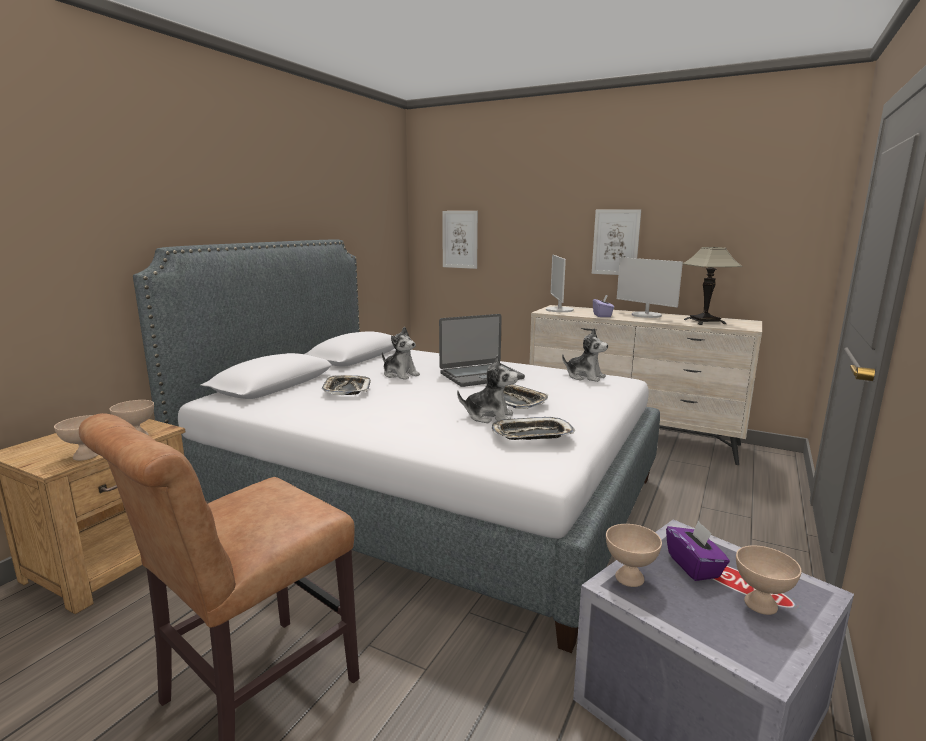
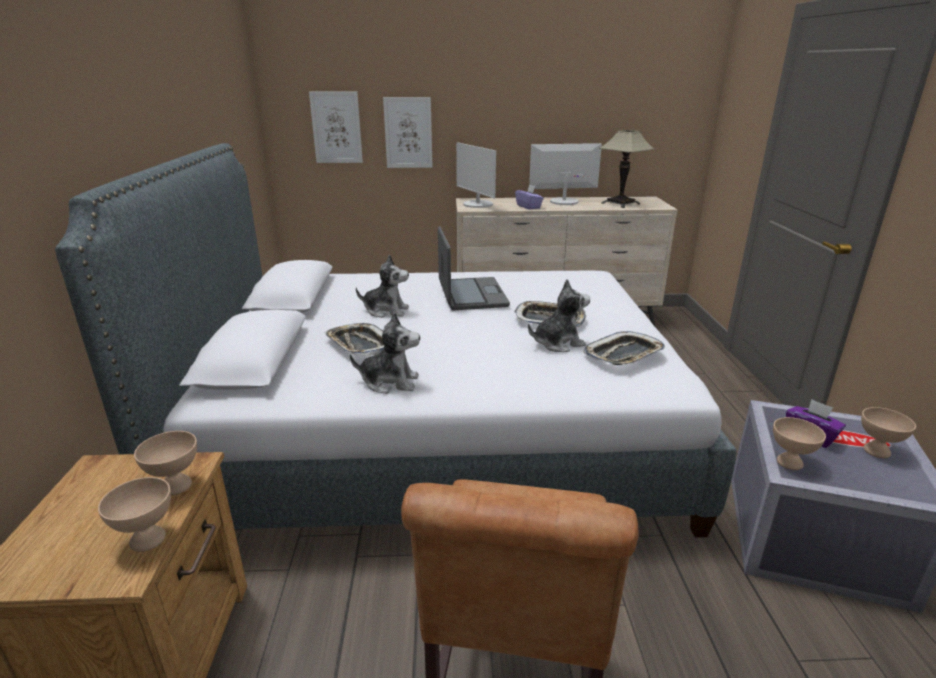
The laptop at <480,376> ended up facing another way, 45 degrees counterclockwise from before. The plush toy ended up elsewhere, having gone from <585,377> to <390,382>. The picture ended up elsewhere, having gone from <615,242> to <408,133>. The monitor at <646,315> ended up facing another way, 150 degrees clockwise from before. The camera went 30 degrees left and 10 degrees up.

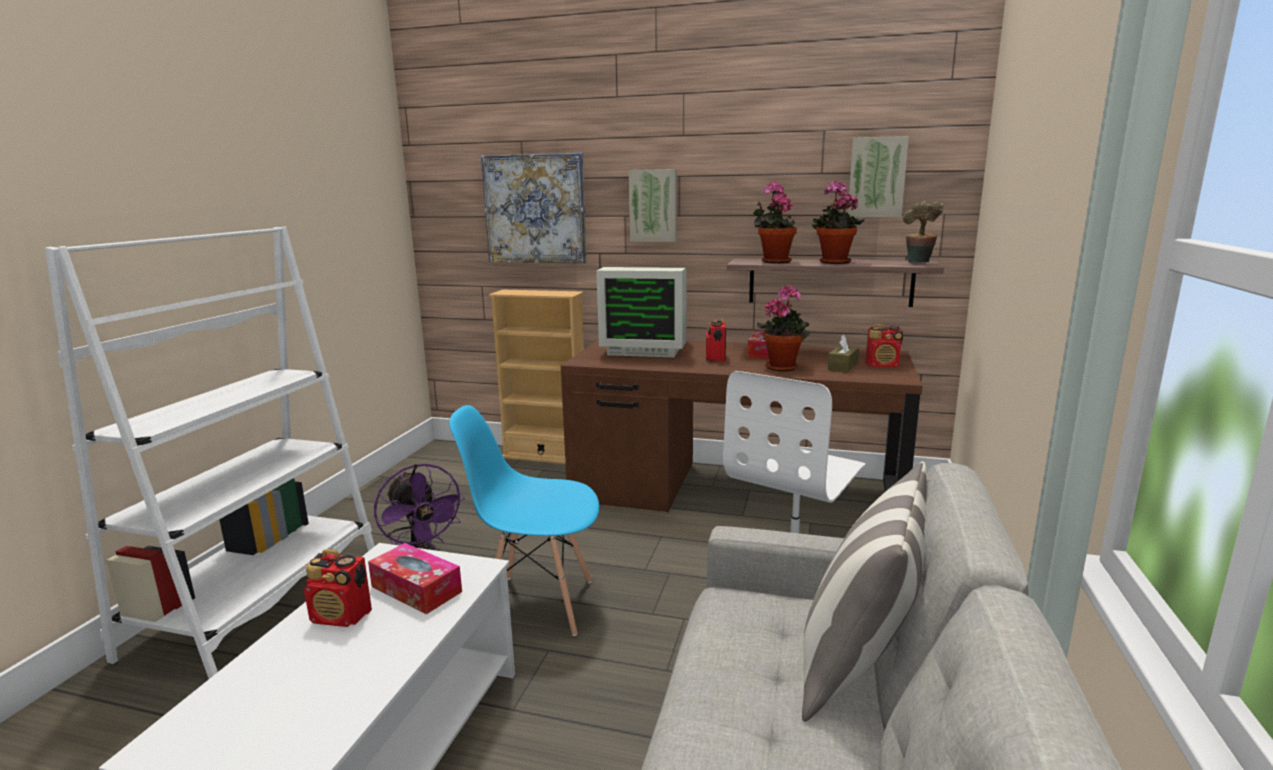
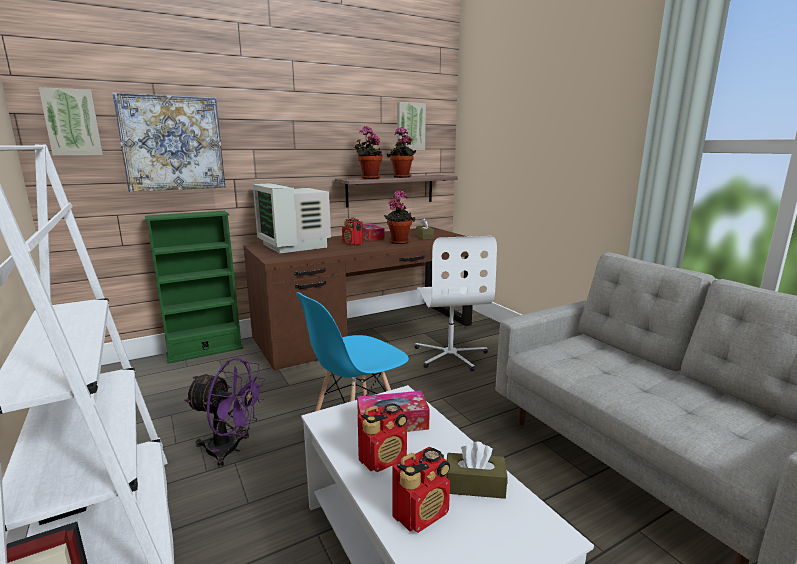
What was the beige bookcase at <546,456> turned into the green bookcase at <205,351>. The monitor at <646,348> ended up facing another way, 90 degrees clockwise from before. The picture ended up elsewhere, having gone from <653,205> to <72,122>. The second view lost the pillow at <859,664>. The radio ended up elsewhere, having gone from <883,365> to <421,514>. The second view lost the potted plant at <919,263>. The second view gained the brown tissue box at <475,485>. The camera went 45 degrees left and 0 degrees up.

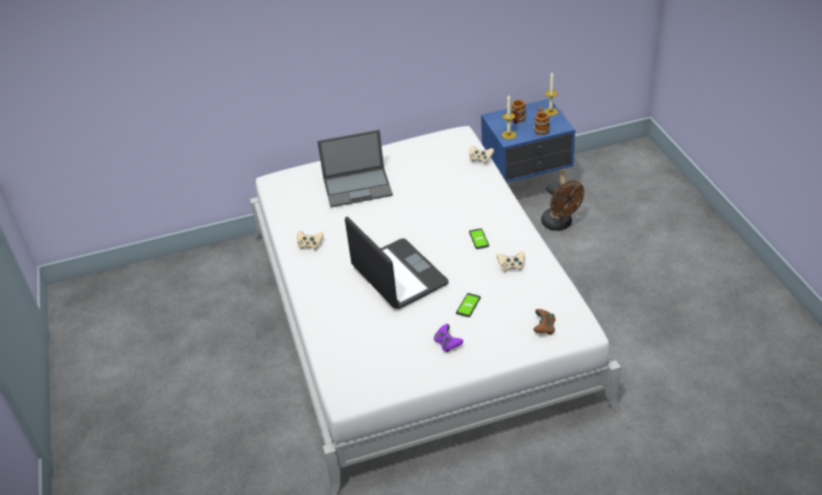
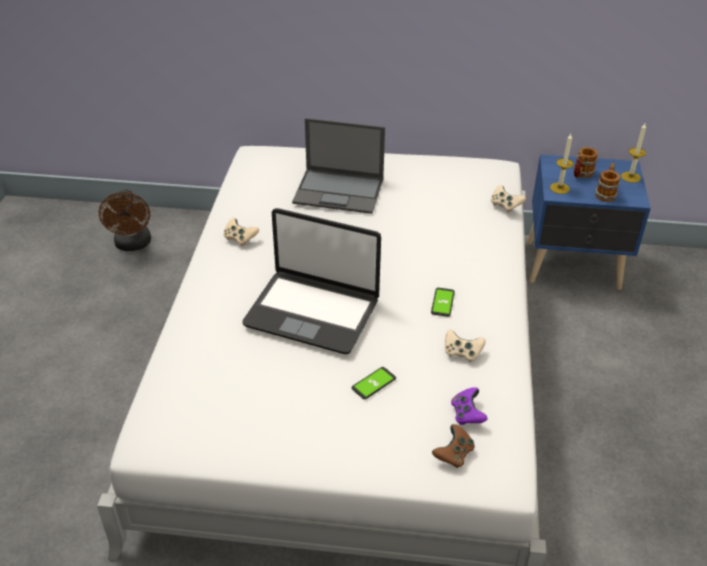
The laptop at <398,275> ended up facing another way, 120 degrees clockwise from before. The purple game controller ended up elsewhere, having gone from <447,344> to <467,414>. The brown fan ended up elsewhere, having gone from <560,224> to <133,245>. The camera went 20 degrees right and 0 degrees up.

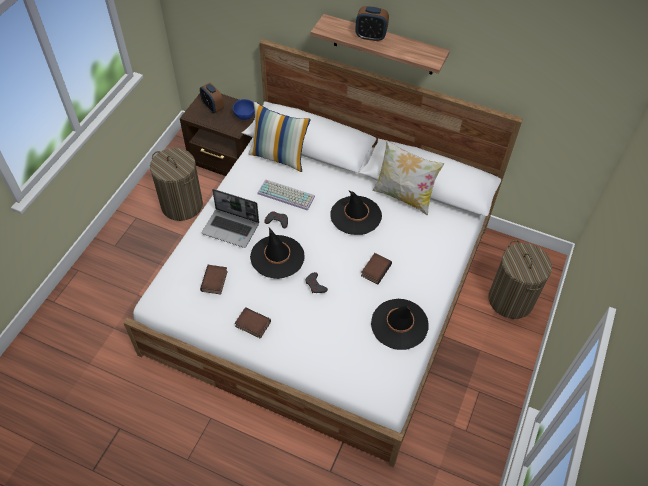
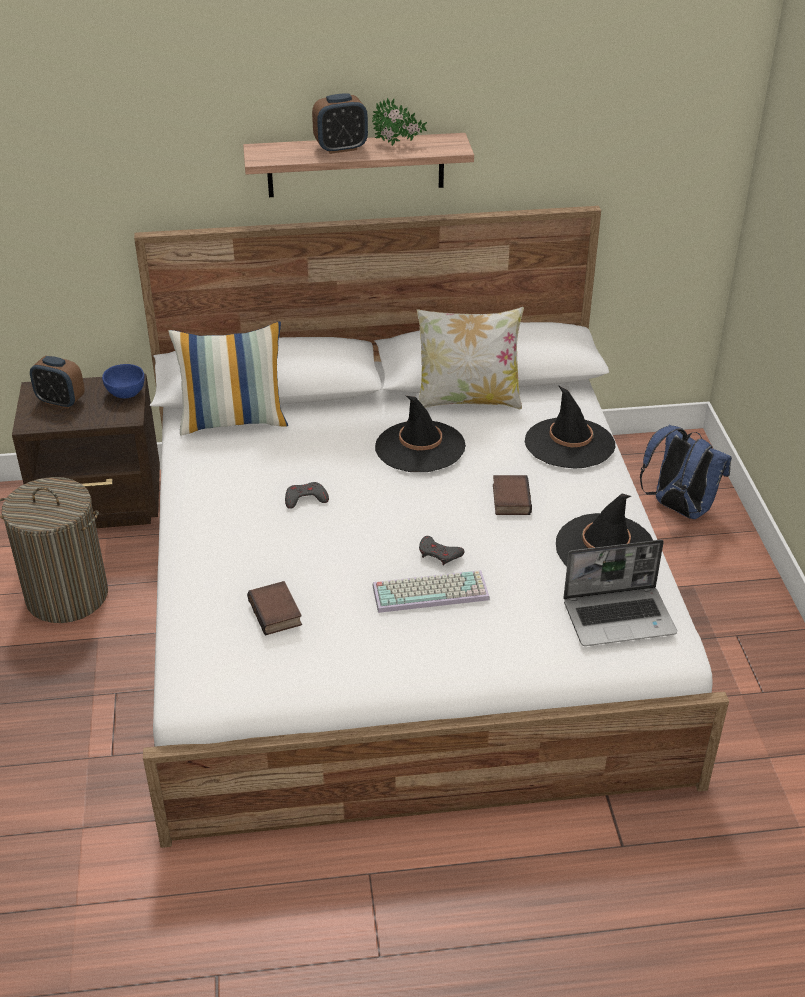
The laptop ended up elsewhere, having gone from <231,228> to <620,617>. The second view lost the book at <252,325>. The black hat ended up elsewhere, having gone from <277,257> to <569,443>. The keyboard ended up elsewhere, having gone from <287,194> to <431,591>. Where the laundry basket stood at <510,299>, the blue backpack came to stand at <678,508>. The second view gained the potted plant at <398,144>. The camera went 30 degrees left and 15 degrees down.

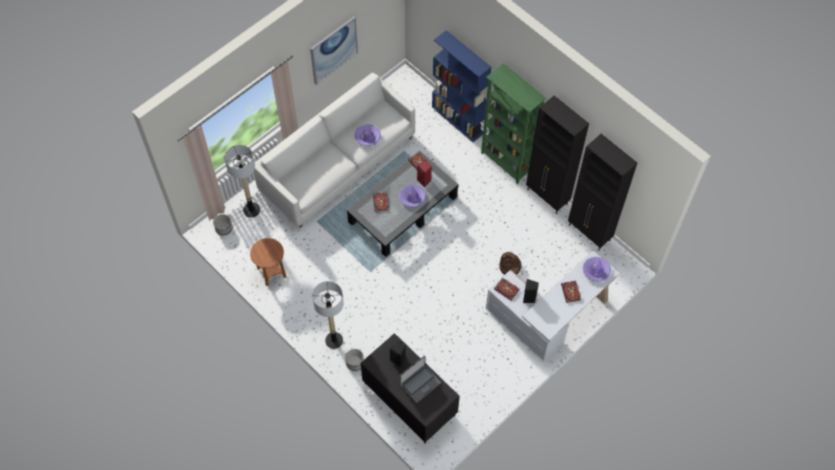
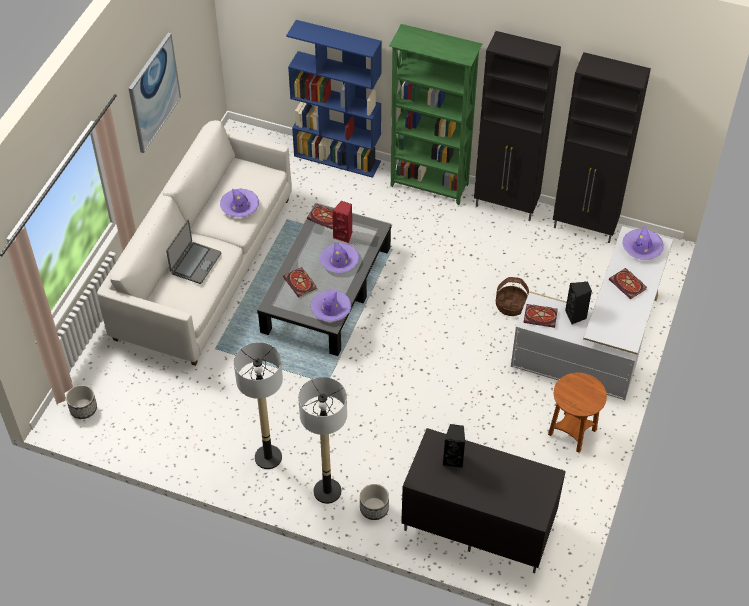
The floor lamp ended up elsewhere, having gone from <251,210> to <268,457>. The brown side table ended up elsewhere, having gone from <271,272> to <572,432>. The laptop ended up elsewhere, having gone from <420,383> to <195,263>. The second view gained the purple hat at <331,309>. The camera went 25 degrees left and 10 degrees down.

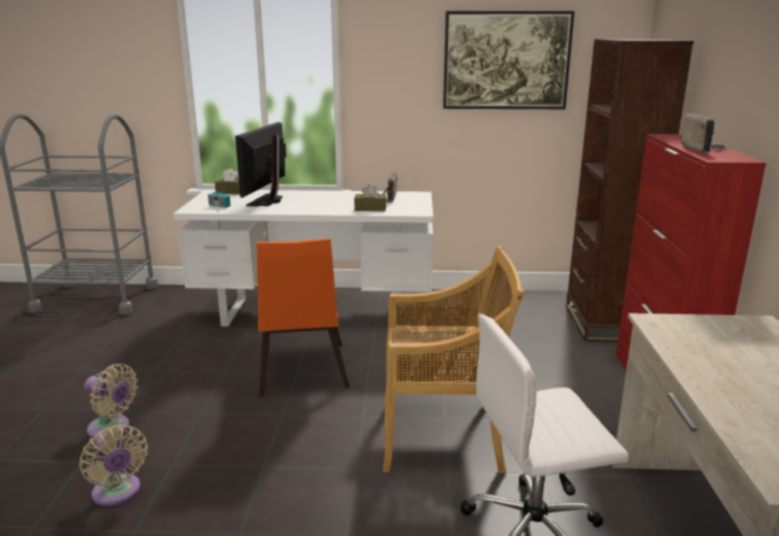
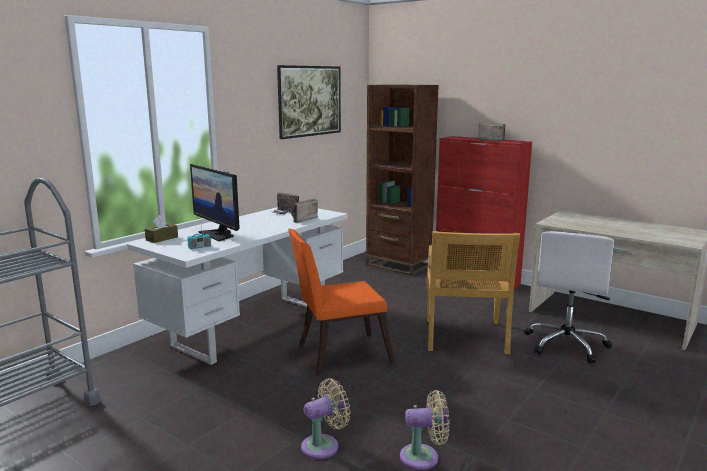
The orange chair at <301,373> ended up facing another way, 135 degrees clockwise from before. Where the brown tissue box stood at <370,209>, the radio came to stand at <302,219>. The beige chair at <443,436> ended up facing another way, 150 degrees clockwise from before. The camera went 55 degrees left and 5 degrees down.

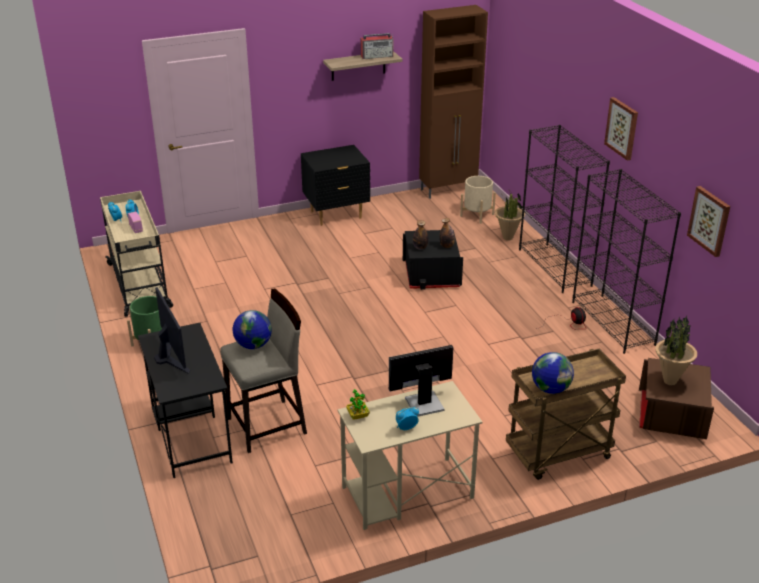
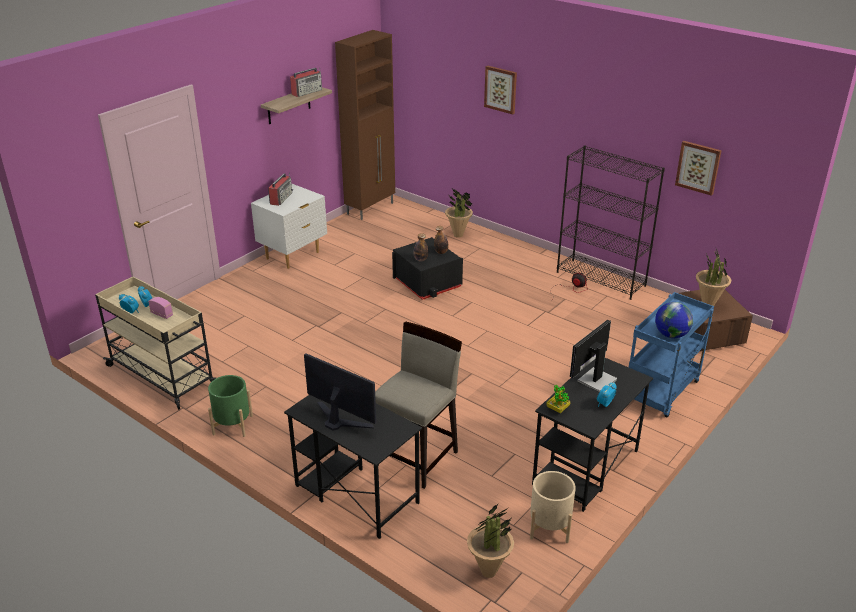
The second view lost the globe at <253,345>. What was the black nightstand at <336,215> turned into the white nightstand at <293,255>. What was the beige desk at <406,493> turned into the black desk at <585,468>. The beige planter ended up elsewhere, having gone from <477,215> to <549,527>. What was the brown cart at <558,455> turned into the blue cart at <662,393>. The second view lost the black bookcase at <555,268>. The picture ended up elsewhere, having gone from <622,128> to <501,89>. The second view gained the radio at <281,198>. The second view gained the potted plant at <488,571>. The camera went 30 degrees left and 0 degrees up.

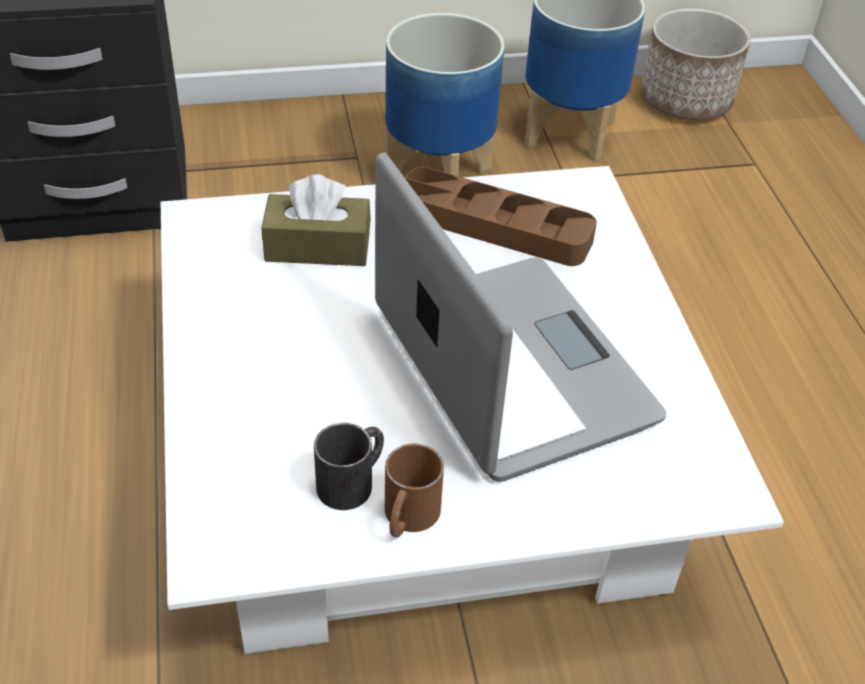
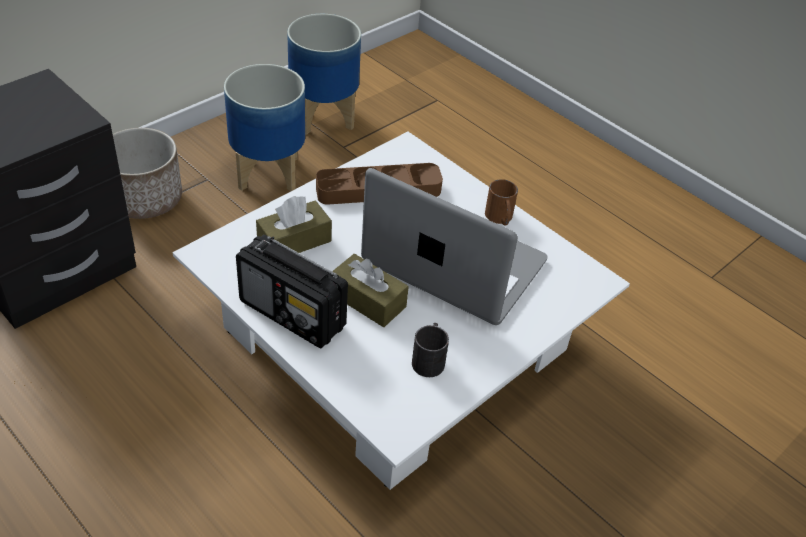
The brown mug ended up elsewhere, having gone from <407,518> to <500,218>. The planter ended up elsewhere, having gone from <686,101> to <145,199>. The second view gained the radio at <293,315>. The second view gained the brown tissue box at <368,300>. The camera went 35 degrees left and 0 degrees up.

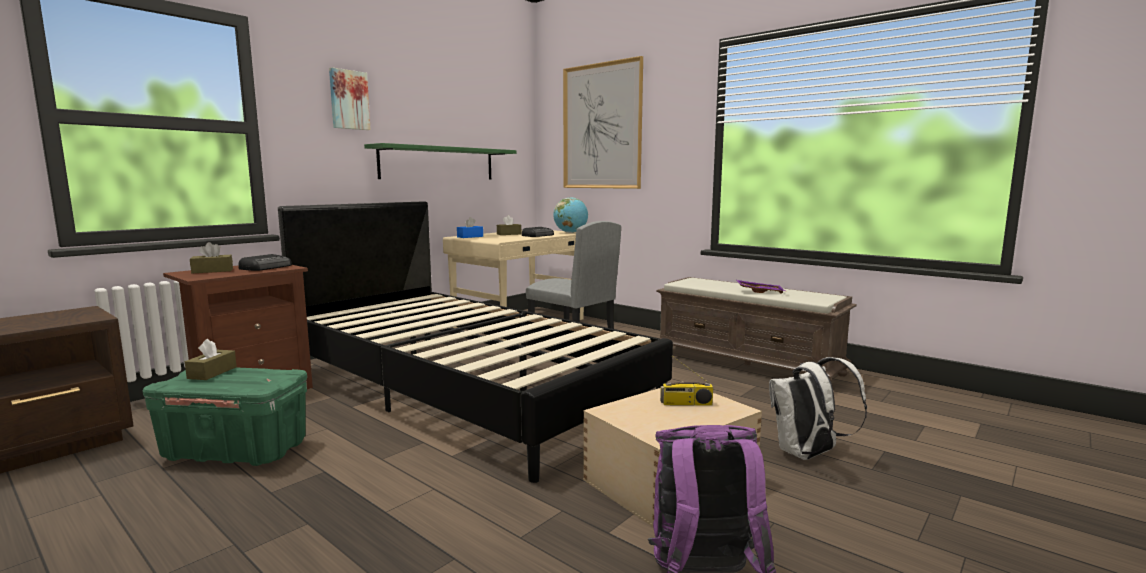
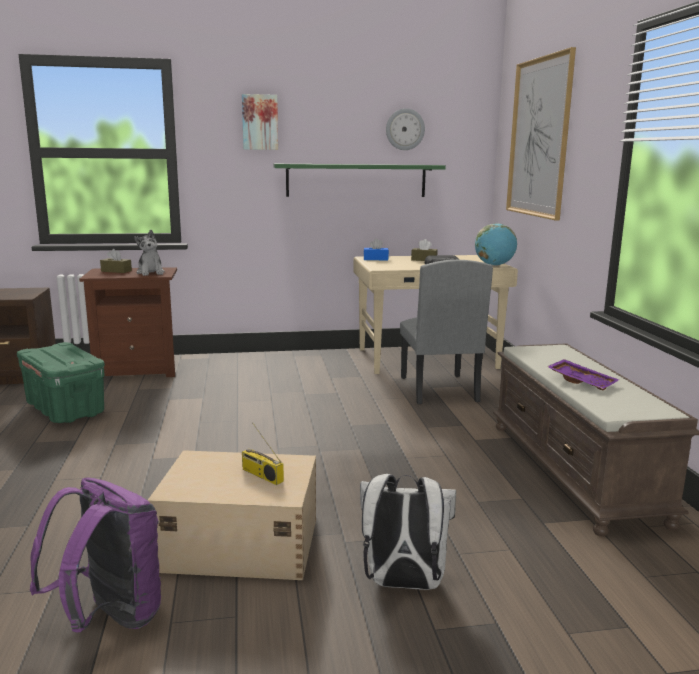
The second view lost the brown tissue box at <212,373>. Where the radio stood at <267,267>, the plush toy came to stand at <151,273>. The second view lost the black bed at <464,389>. The second view gained the wall clock at <405,129>. The camera went 40 degrees right and 5 degrees up.

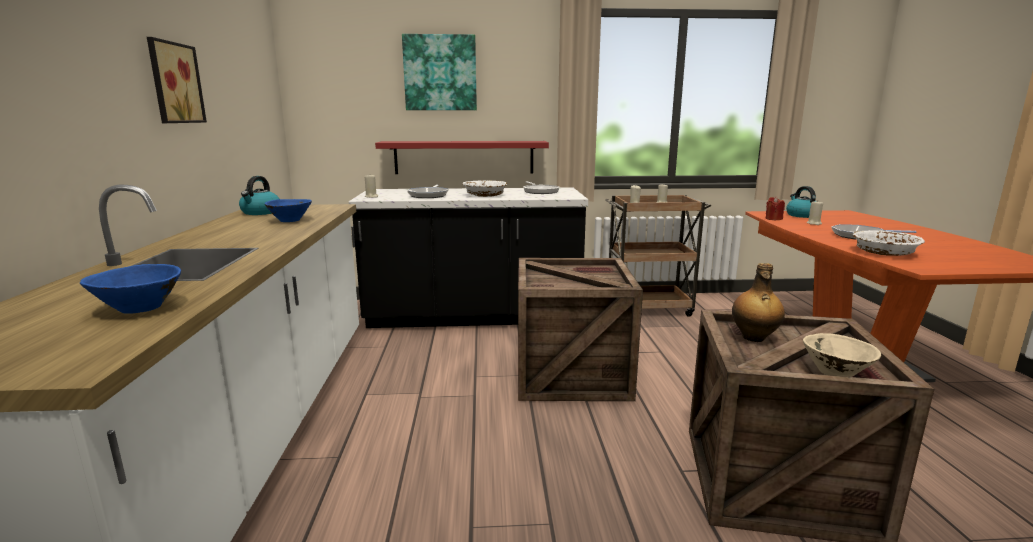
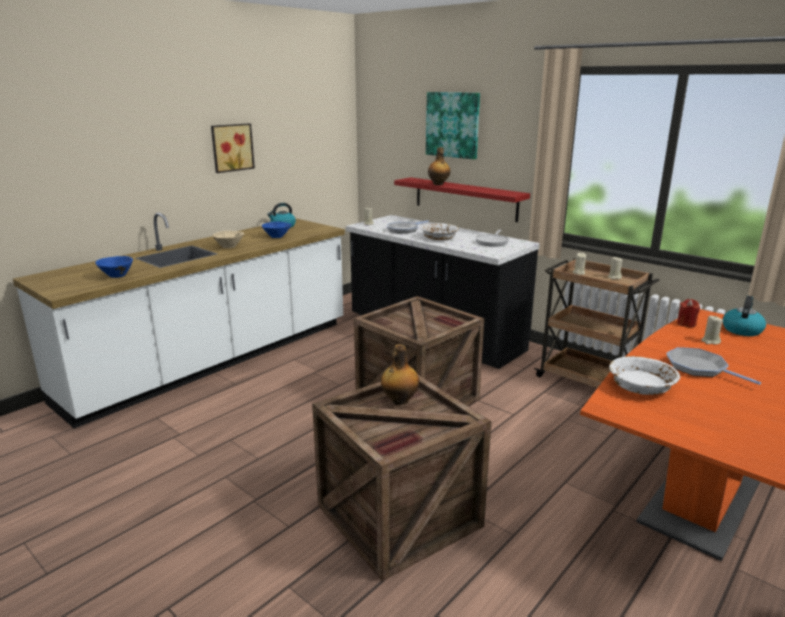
The beige bowl ended up elsewhere, having gone from <836,372> to <229,247>. The second view gained the bottle at <438,184>. The camera went 45 degrees right and 5 degrees up.

